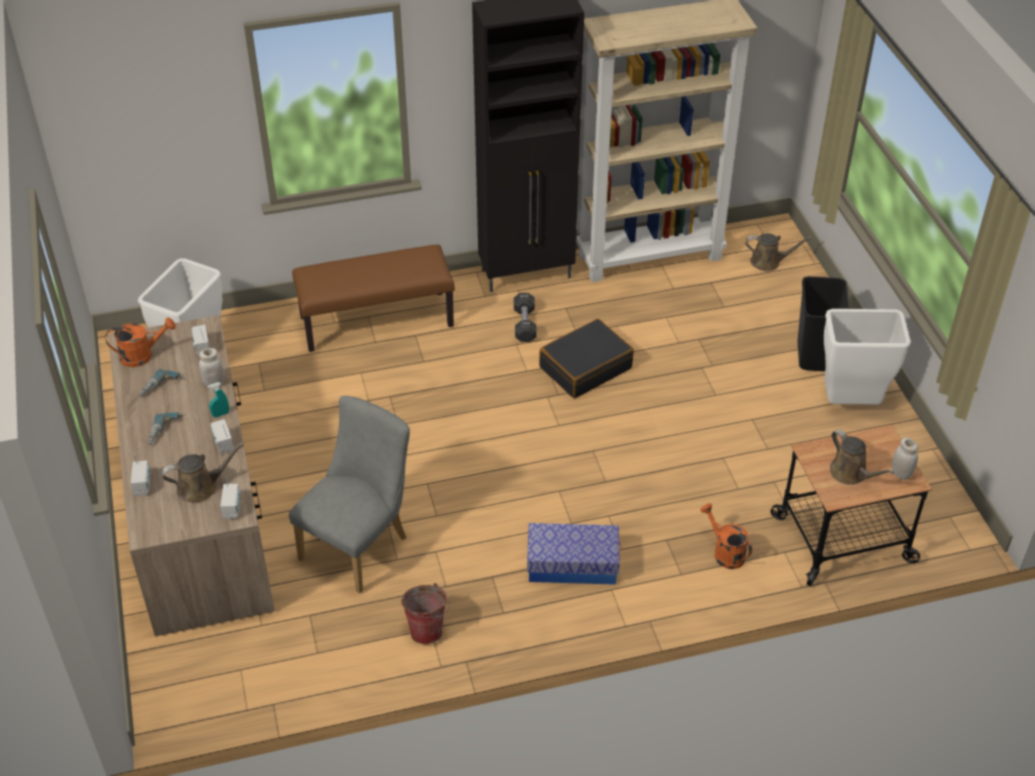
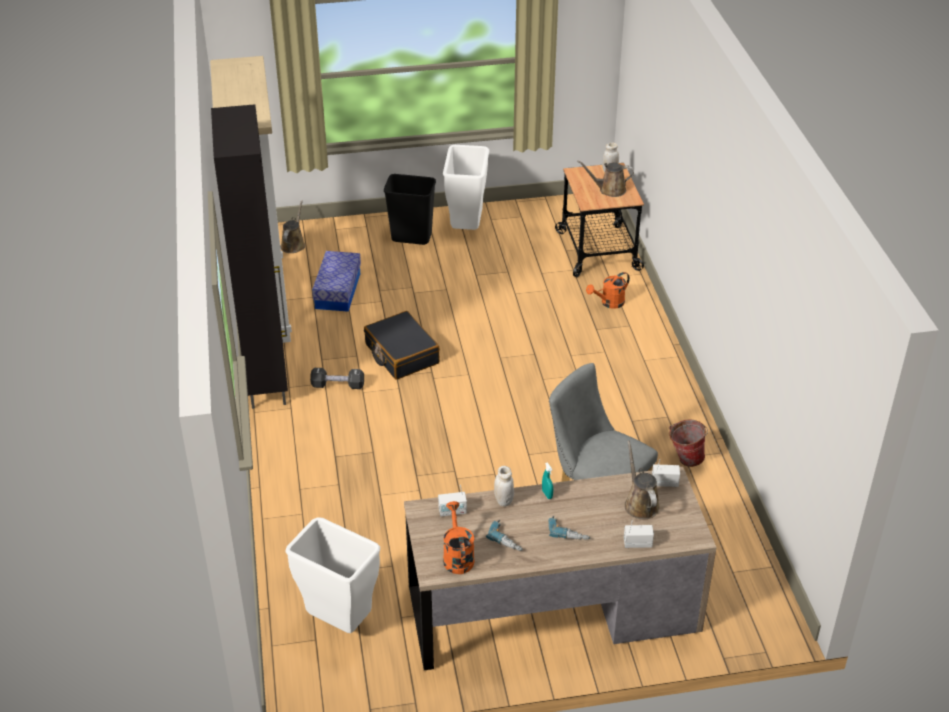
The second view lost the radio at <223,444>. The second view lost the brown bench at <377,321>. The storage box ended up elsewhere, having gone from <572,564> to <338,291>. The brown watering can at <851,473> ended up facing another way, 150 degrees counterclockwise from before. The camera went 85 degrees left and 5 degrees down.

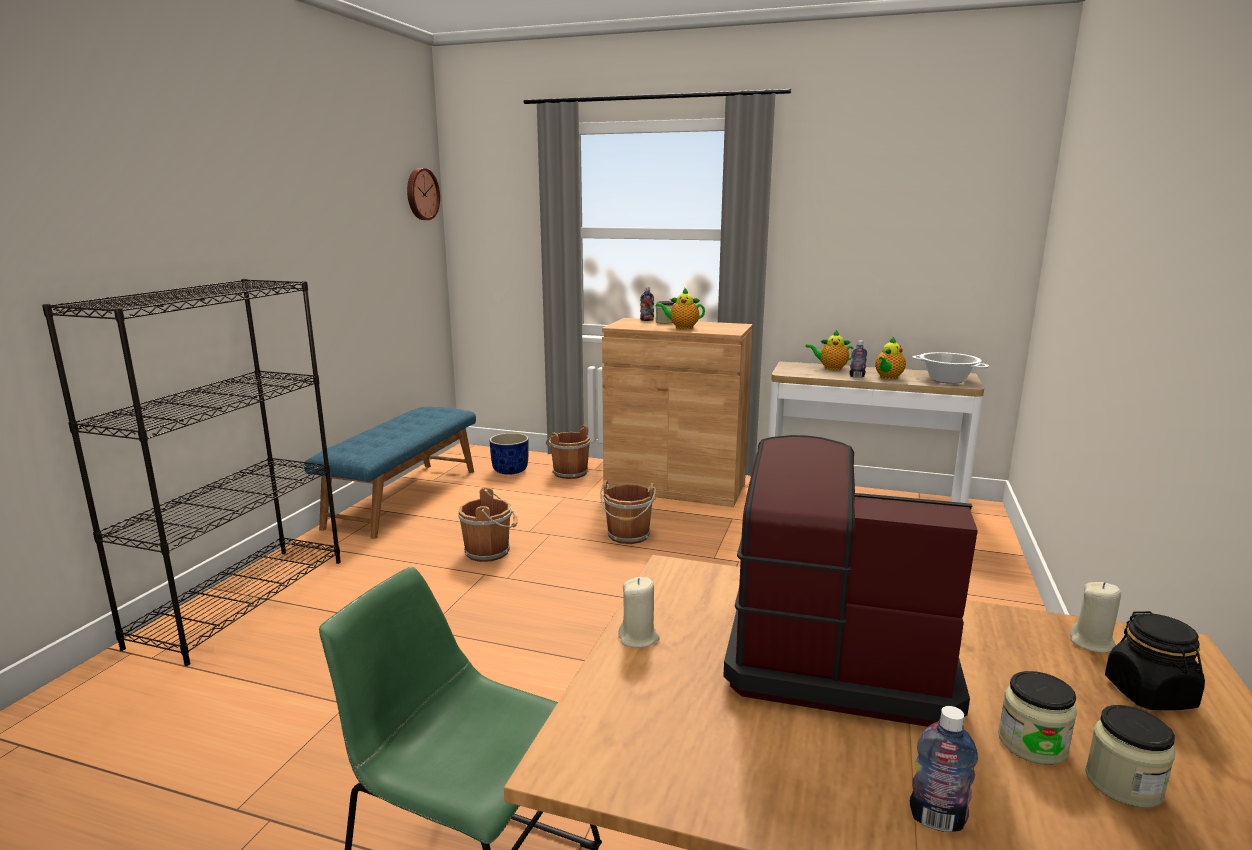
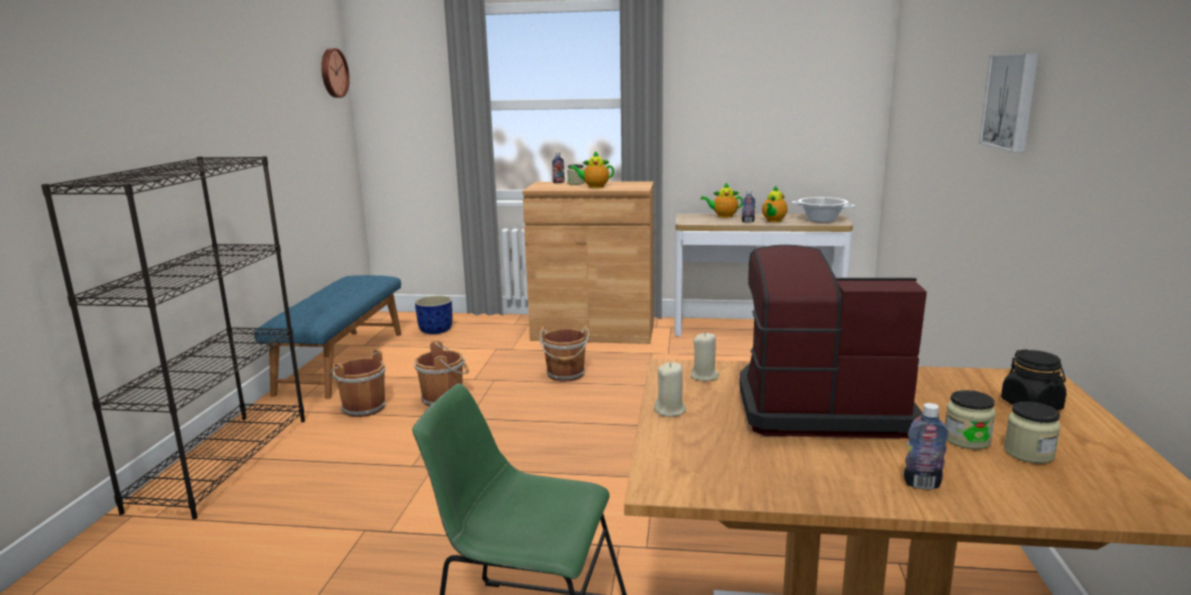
The brown bucket ended up elsewhere, having gone from <569,472> to <362,408>. The beige candle ended up elsewhere, having gone from <1092,643> to <704,376>. The second view gained the picture at <1012,101>. The camera went 10 degrees left and 0 degrees up.

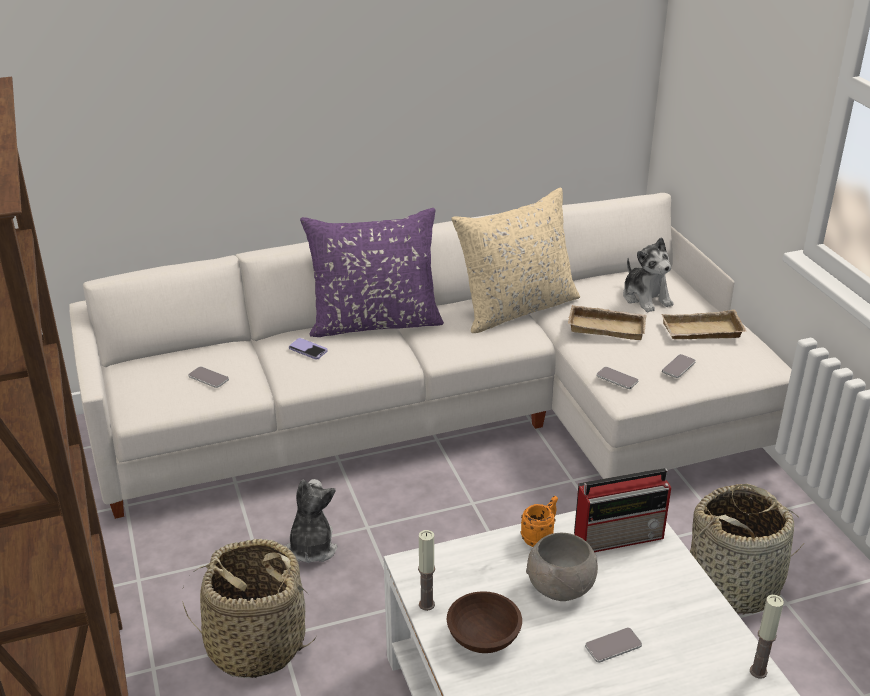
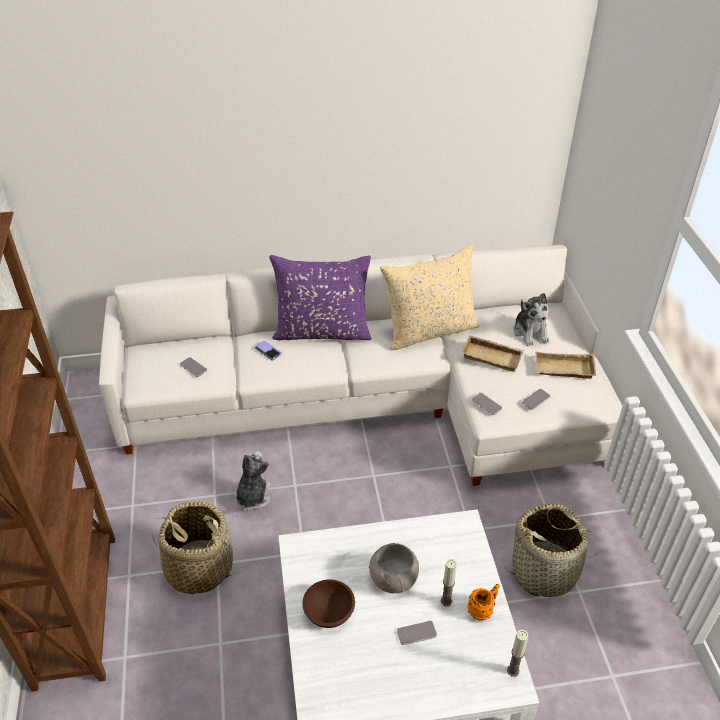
The candle ended up elsewhere, having gone from <427,604> to <446,601>. The orange mug ended up elsewhere, having gone from <540,536> to <483,609>. The second view lost the radio at <620,536>. The camera went 10 degrees right and 10 degrees up.

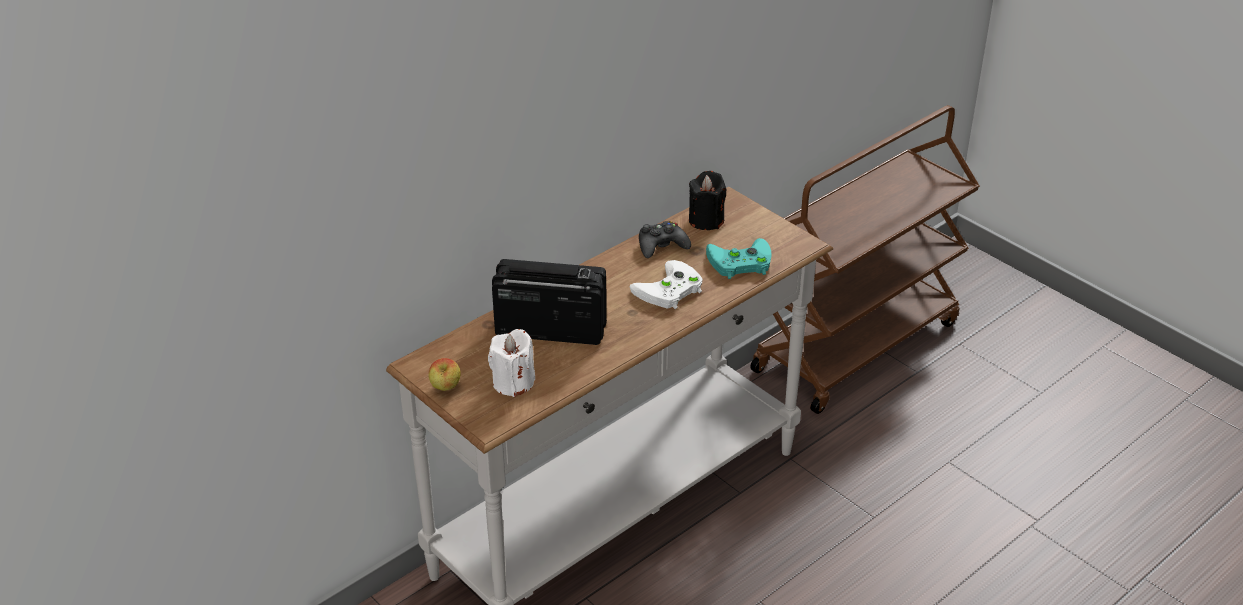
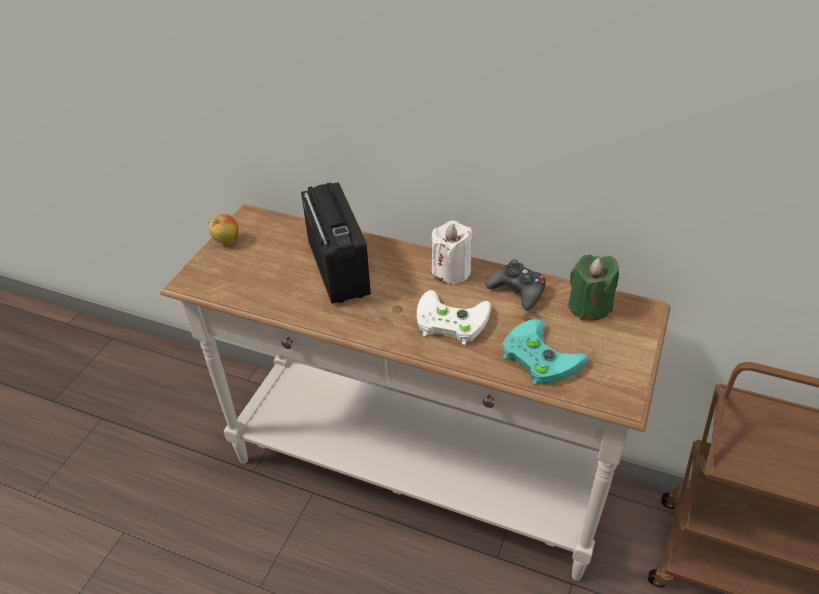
The white candle ended up elsewhere, having gone from <513,382> to <451,271>. What was the black candle at <706,220> turned into the green candle at <589,306>. The camera went 65 degrees right and 5 degrees up.

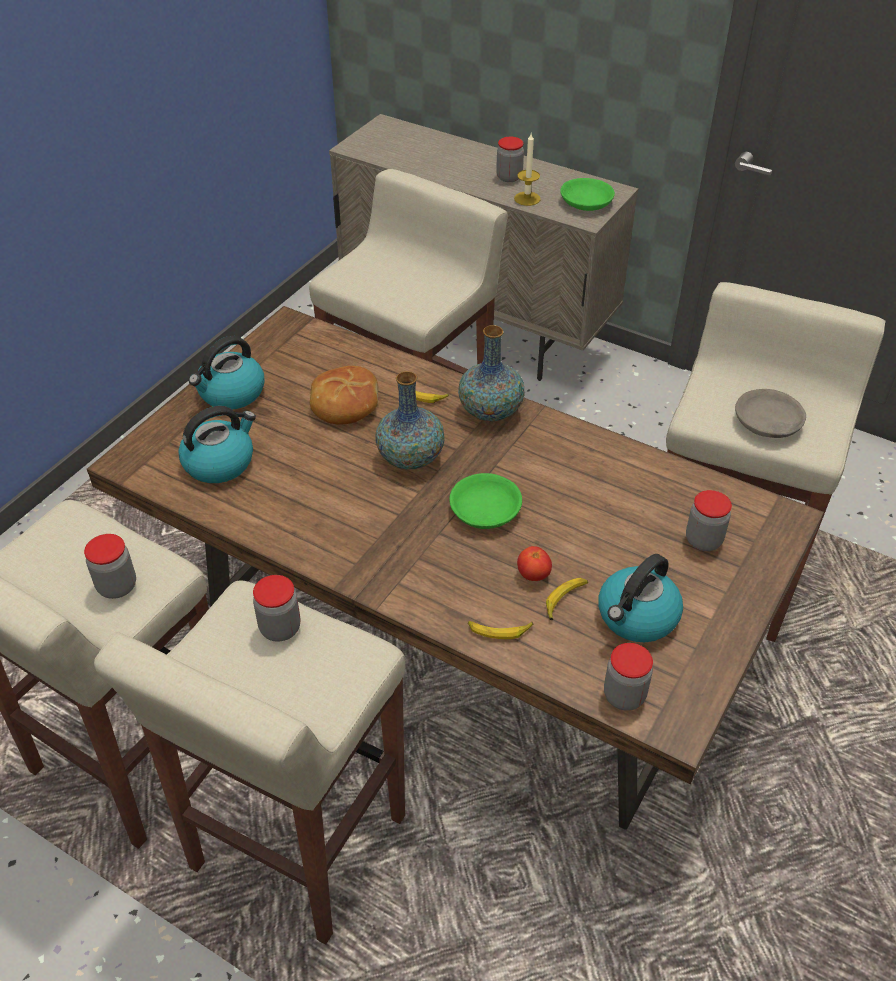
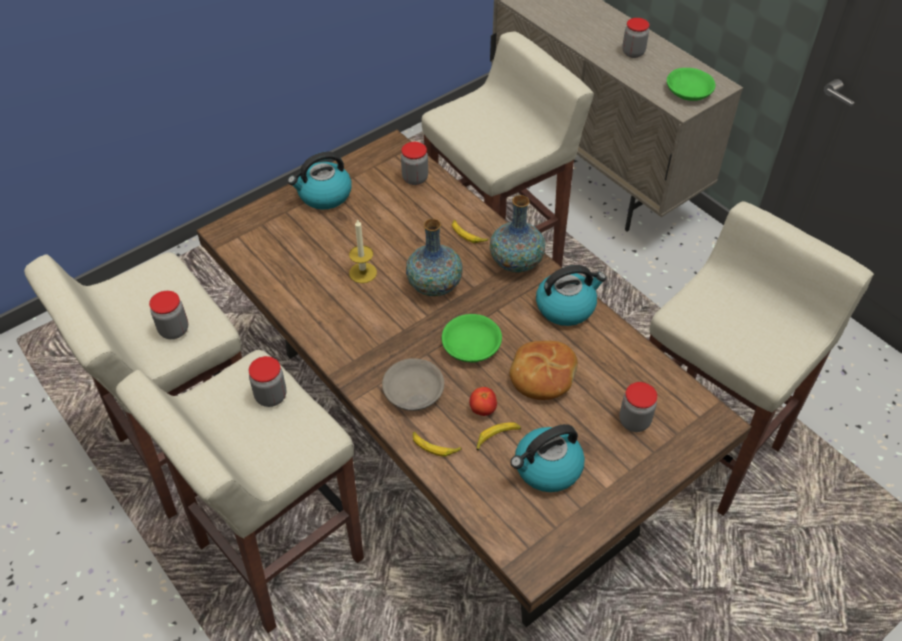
The kettle ended up elsewhere, having gone from <220,462> to <566,306>. The bread ended up elsewhere, having gone from <344,404> to <542,376>. The candle ended up elsewhere, having gone from <527,198> to <363,273>. The jar ended up elsewhere, having gone from <624,696> to <415,178>. The grey bowl ended up elsewhere, having gone from <767,424> to <413,392>. The camera went 20 degrees right and 5 degrees up.

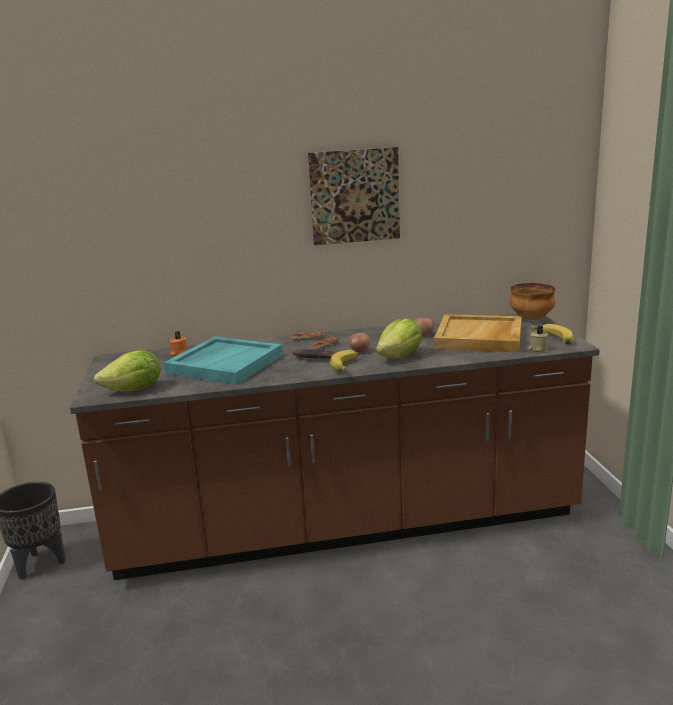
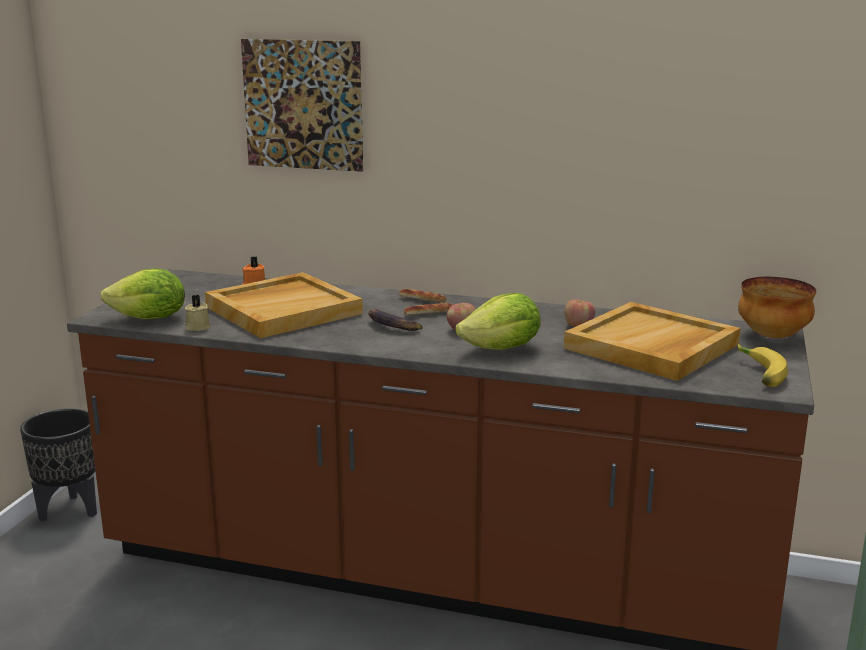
What was the turquoise tray at <225,363> turned into the beige tray at <284,310>. The picture ended up elsewhere, having gone from <355,196> to <303,105>. The second view lost the banana at <346,367>. The beige candle ended up elsewhere, having gone from <537,348> to <197,327>. The camera went 25 degrees right and 0 degrees up.

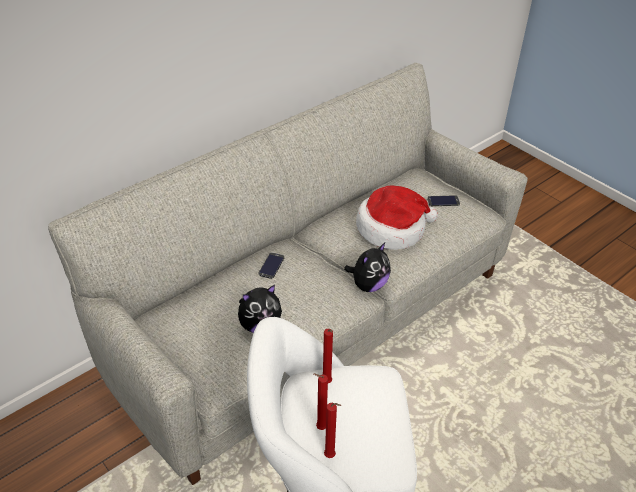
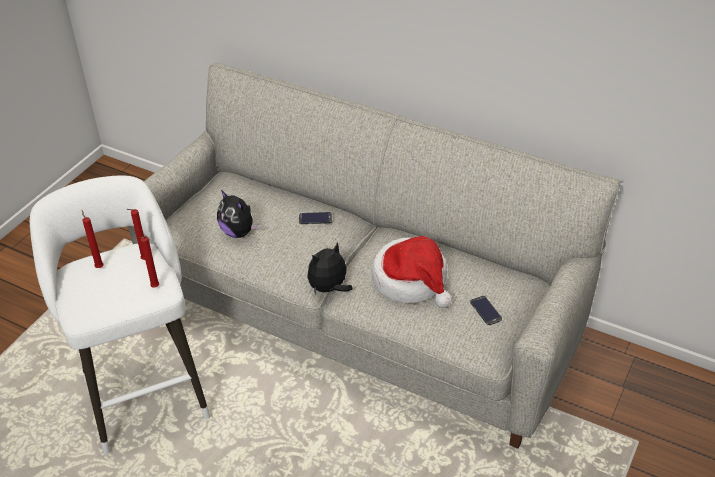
The red candle ended up elsewhere, having gone from <331,456> to <154,288>. The plush toy at <368,285> ended up facing another way, 120 degrees clockwise from before. The camera went 70 degrees right and 0 degrees up.

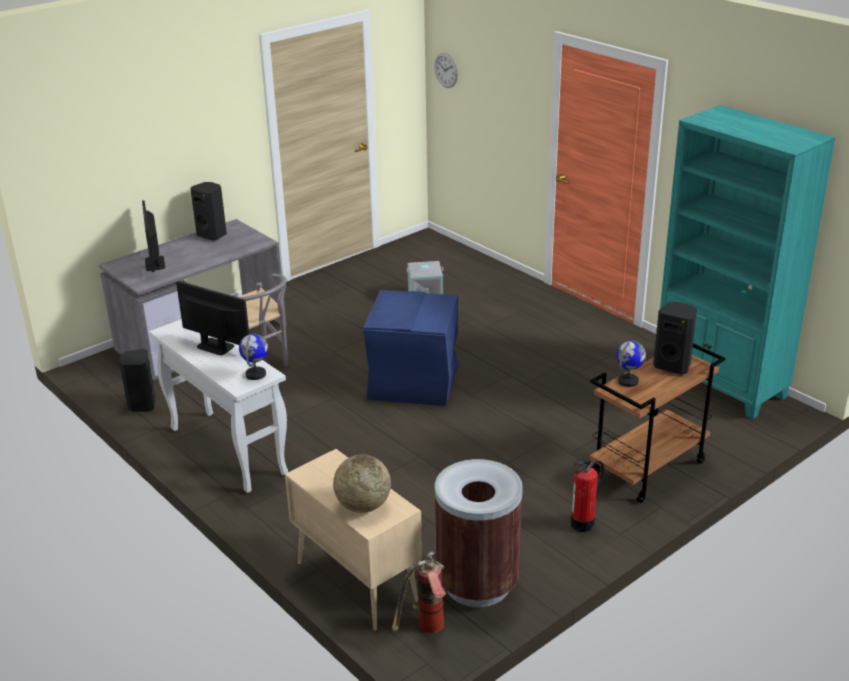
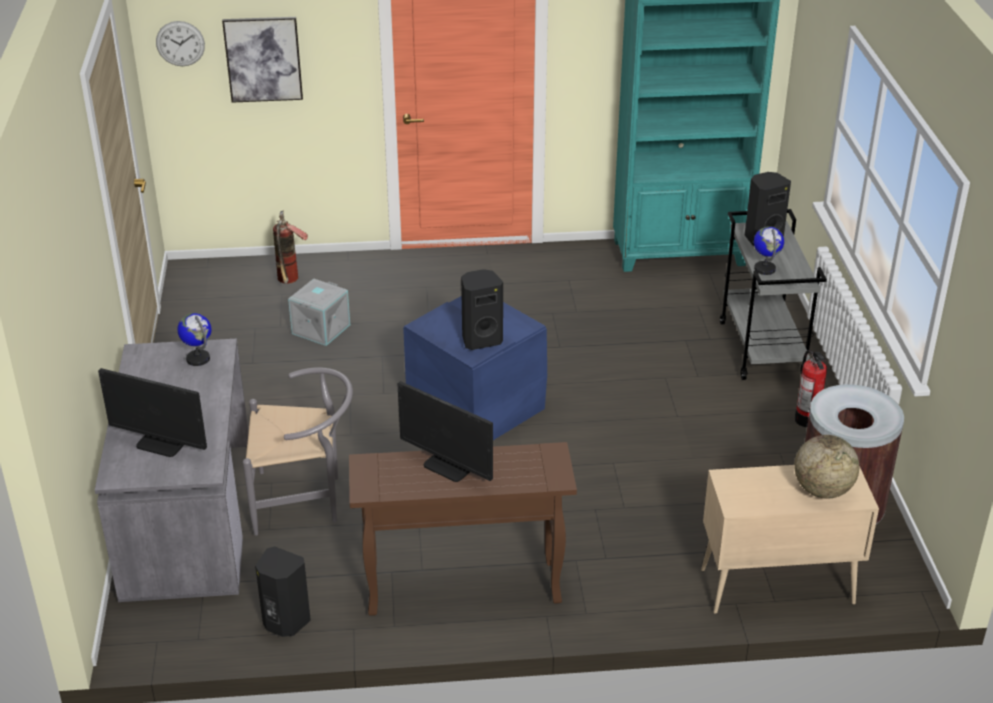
What was the white console table at <226,450> turned into the brown console table at <461,588>. The monitor at <215,346> ended up facing another way, 120 degrees counterclockwise from before. The black speaker ended up elsewhere, having gone from <213,235> to <481,339>. The globe ended up elsewhere, having gone from <256,374> to <198,359>. The fire extinguisher ended up elsewhere, having gone from <425,630> to <290,282>. What was the brown cart at <648,469> turned into the grey cart at <762,349>. The second view gained the picture at <263,59>. The camera went 55 degrees left and 5 degrees up.

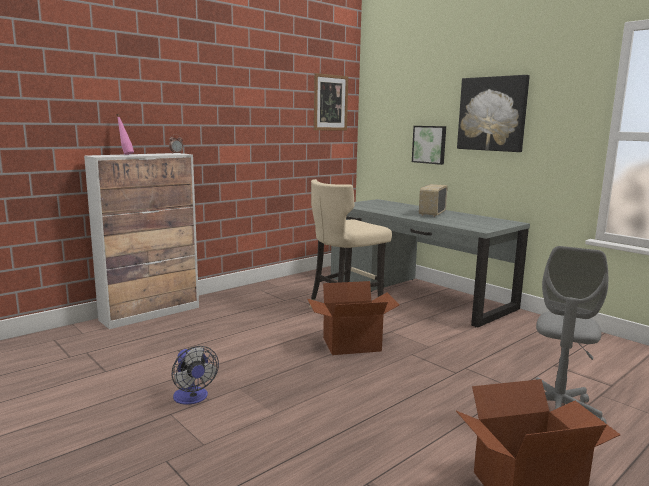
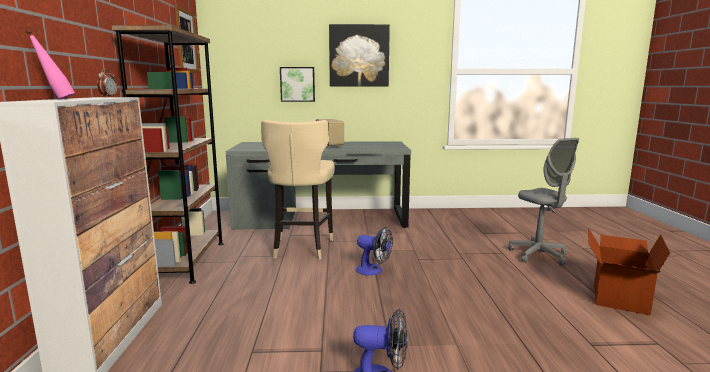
Where the cardboard box stood at <351,345>, the fan came to stand at <373,271>. The second view gained the brown bookcase at <188,261>. The camera went 50 degrees left and 0 degrees up.

